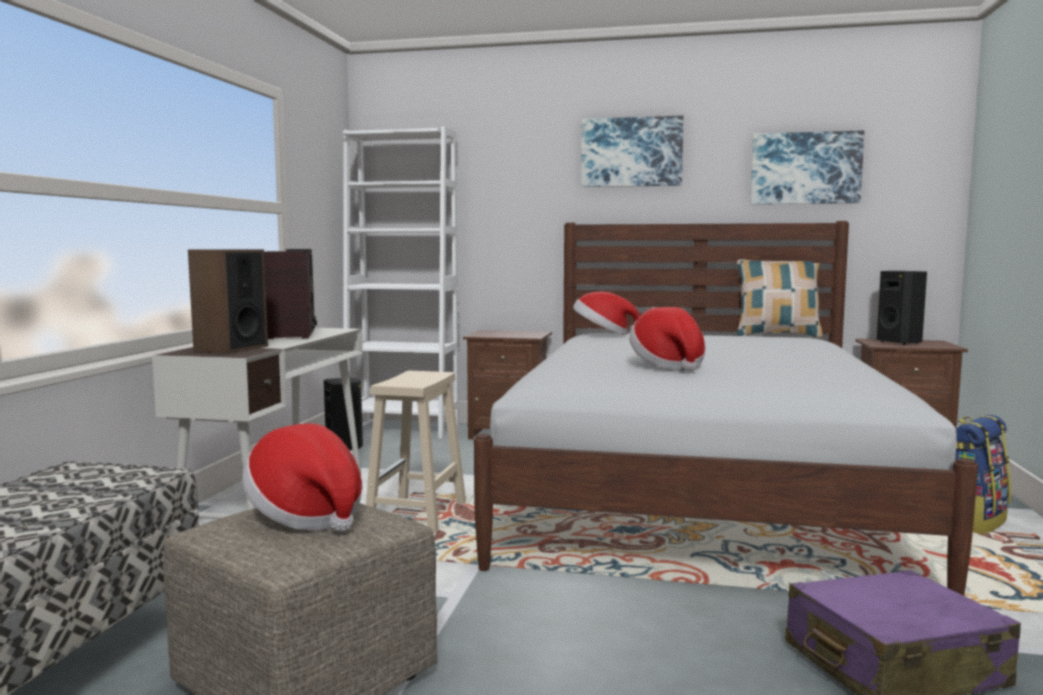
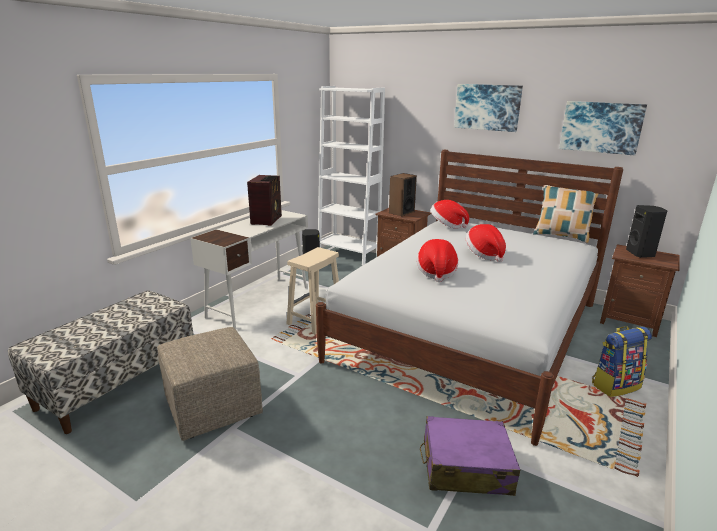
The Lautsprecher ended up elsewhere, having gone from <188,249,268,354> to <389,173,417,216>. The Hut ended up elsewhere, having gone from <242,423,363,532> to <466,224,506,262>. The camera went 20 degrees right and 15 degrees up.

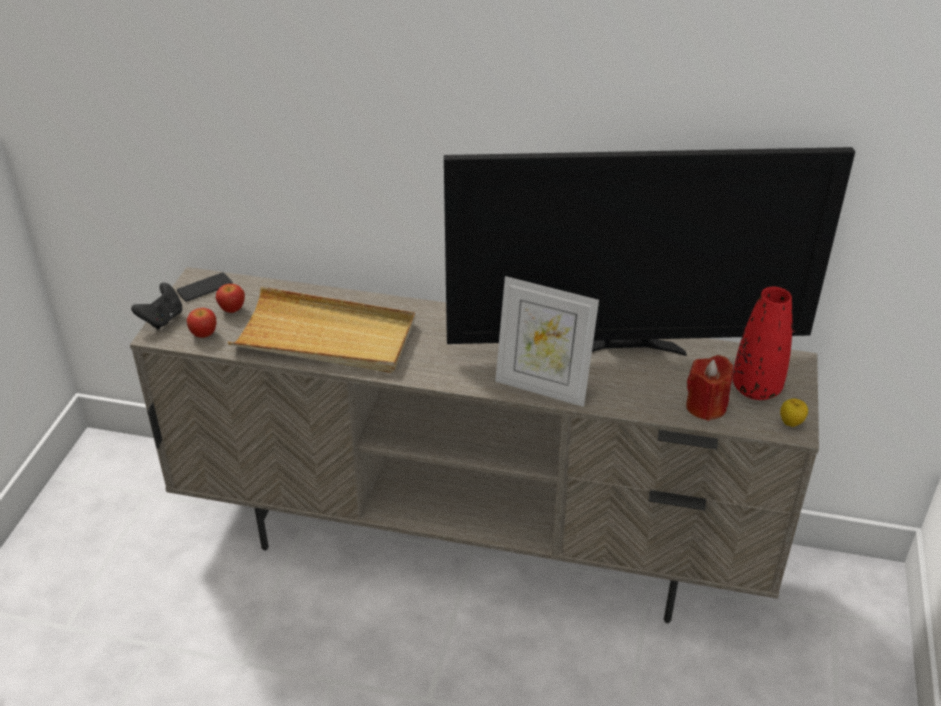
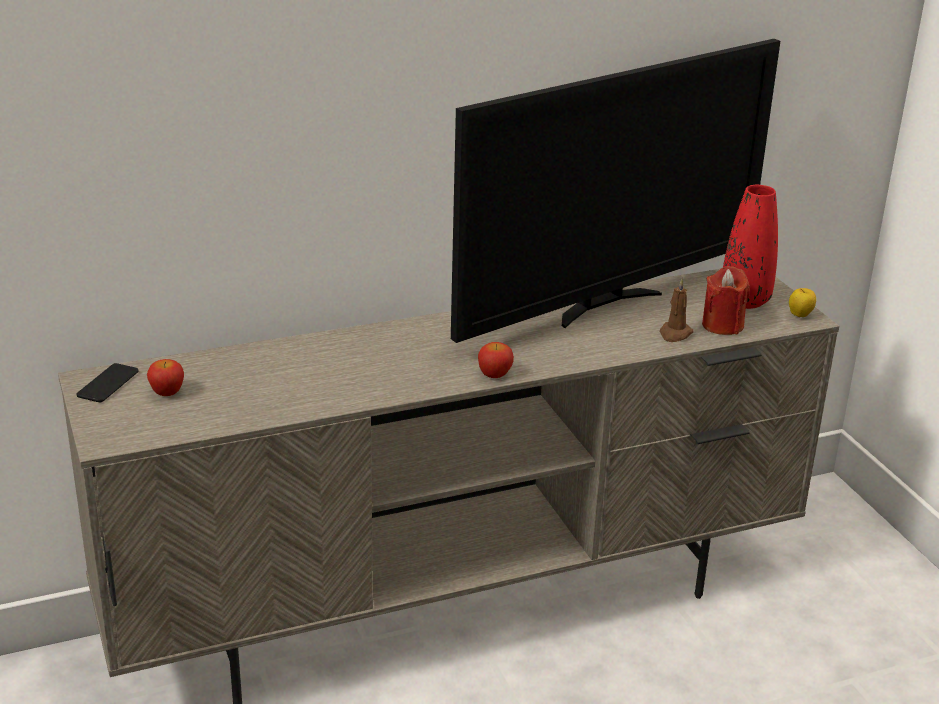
The second view lost the Bilderrahmen at <495,276,599,407>. The second view lost the Gamepad [schwarz] at <131,283,183,329>. The second view lost the Tablett [beige] at <228,287,415,373>. The Apfel ended up elsewhere, having gone from <187,308,217,338> to <478,342,514,378>. The second view gained the Kerze [braun] at <659,278,694,342>. The camera went 35 degrees left and 10 degrees down.

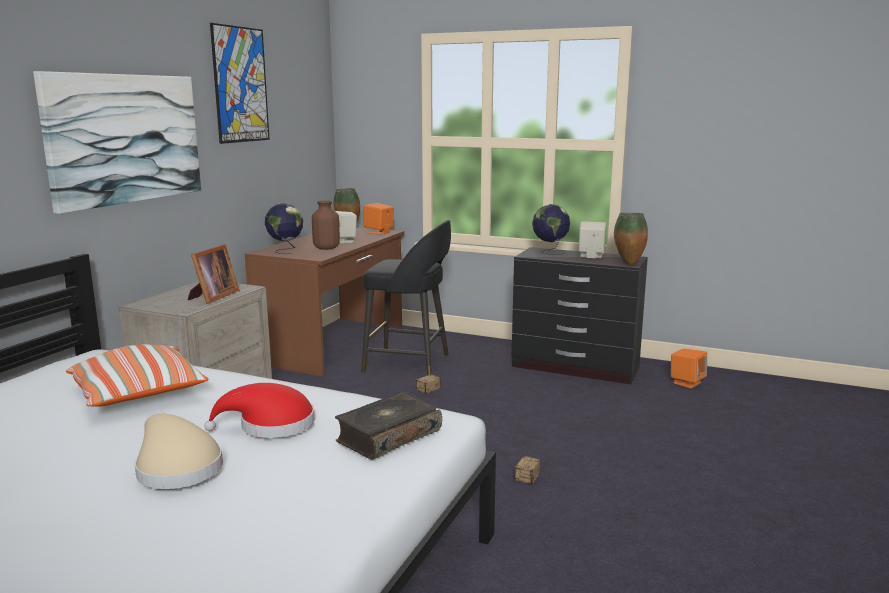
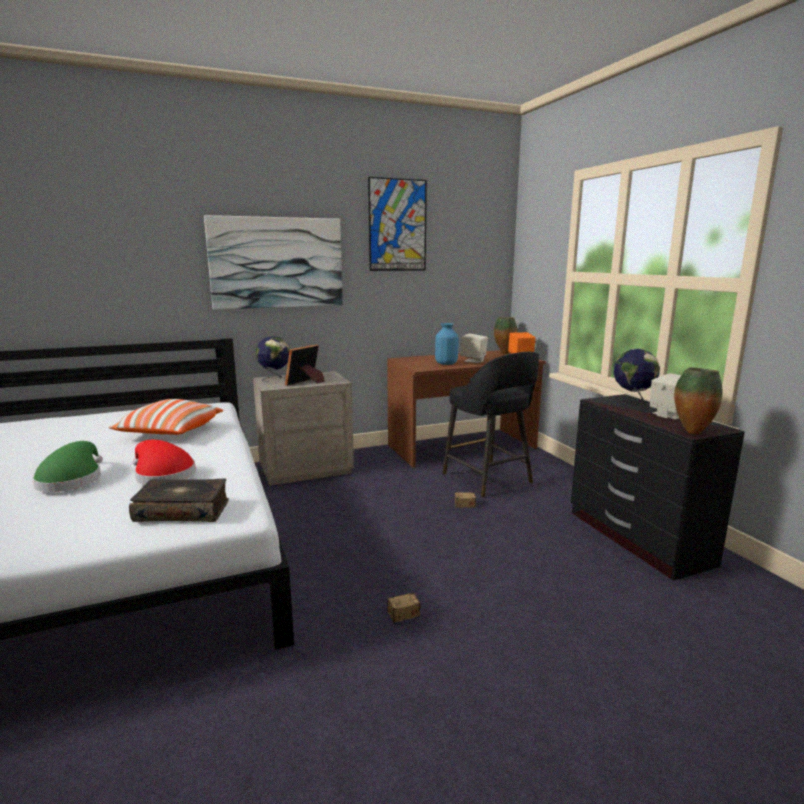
What was the Vase [braun] at <312,201,340,250> turned into the Vase [blau] at <435,323,459,365>. The Globus ended up elsewhere, having gone from <265,203,303,254> to <256,336,290,382>. The Bilderrahmen at <188,244,240,303> ended up facing another way, 150 degrees clockwise from before. The second view lost the Lautsprecher [orange] at <671,348,707,389>. What was the Hut [beige] at <135,414,223,489> turned into the Hut [grün] at <32,441,103,492>. The camera went 45 degrees right and 0 degrees up.

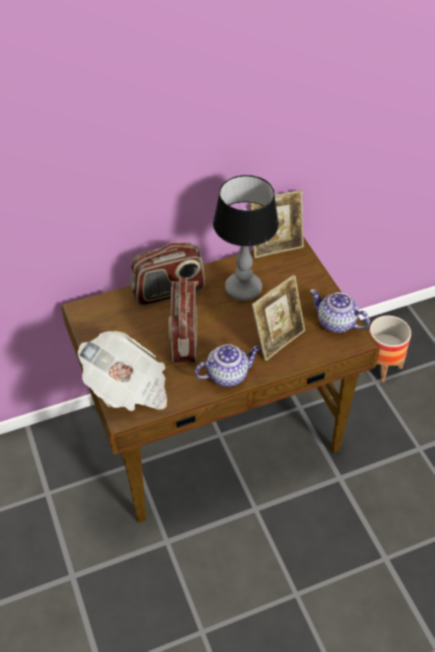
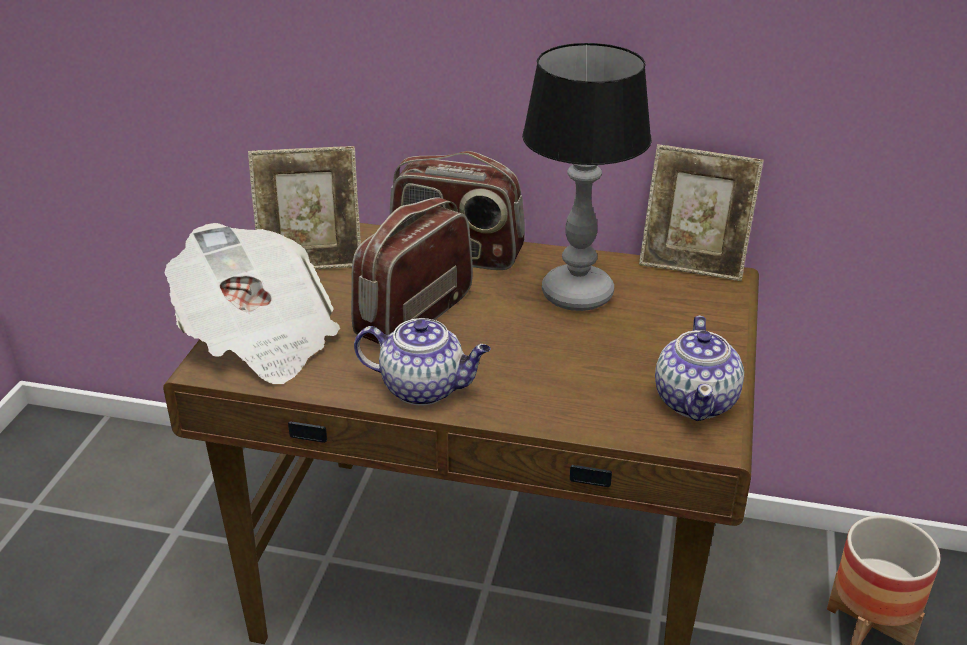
The Bilderrahmen ended up elsewhere, having gone from <251,275,305,361> to <248,146,361,270>. The Teekanne at <310,289,370,333> ended up facing another way, 150 degrees counterclockwise from before. The camera went 35 degrees right and 15 degrees down.

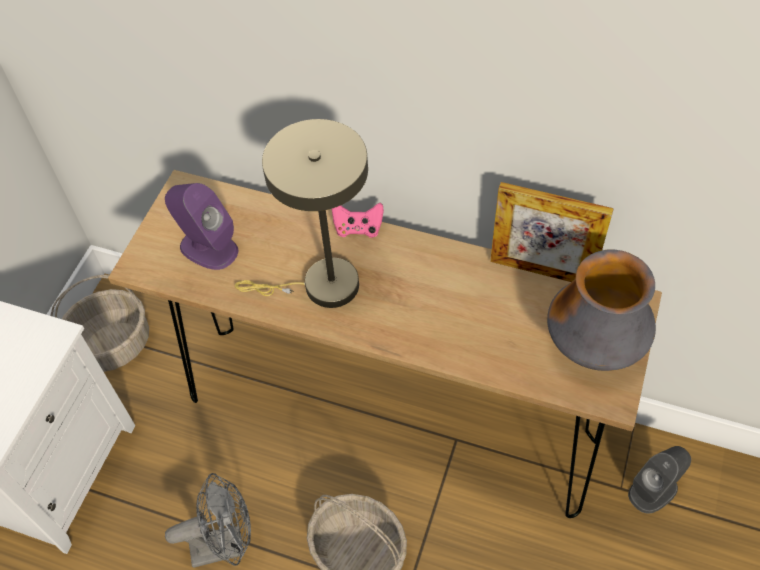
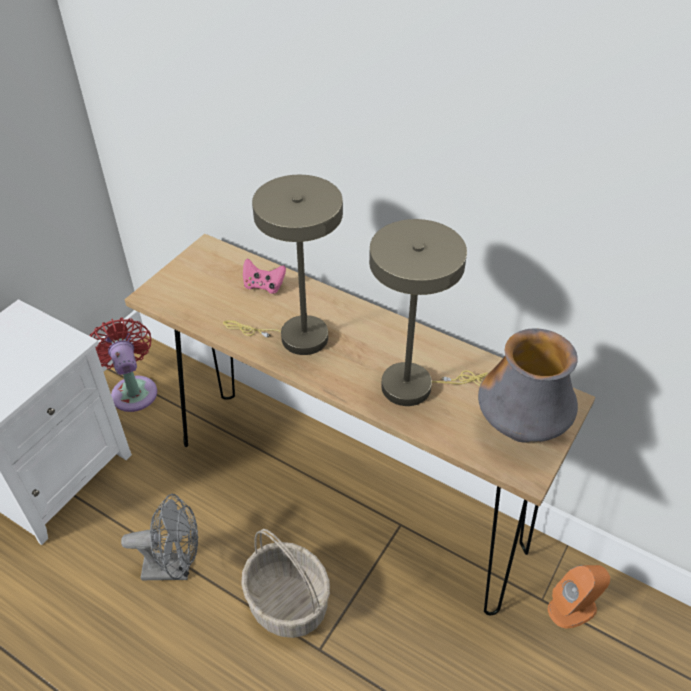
The second view lost the Bilderrahmen at <490,182,614,282>. The second view lost the Lautsprecher [lila] at <165,183,239,270>. The Gamepad [rosa] ended up elsewhere, having gone from <332,203,384,238> to <243,259,286,294>. Where the Korb stood at <51,275,149,372>, the Ventilator [rot] came to stand at <89,318,157,412>. What was the Lautsprecher [grau] at <628,446,691,514> turned into the Lautsprecher [orange] at <548,565,610,629>. The second view gained the Tischlampe [beige] at <369,219,489,406>. The camera went 10 degrees right and 10 degrees down.

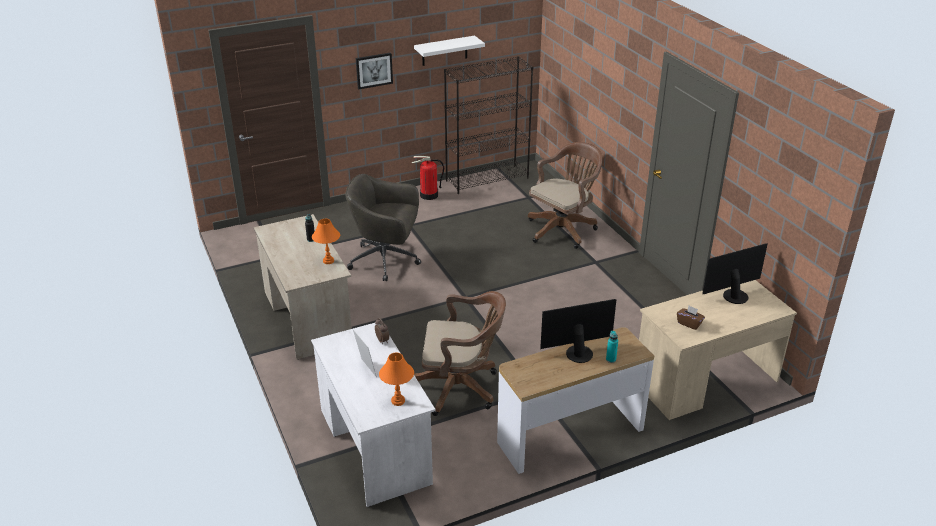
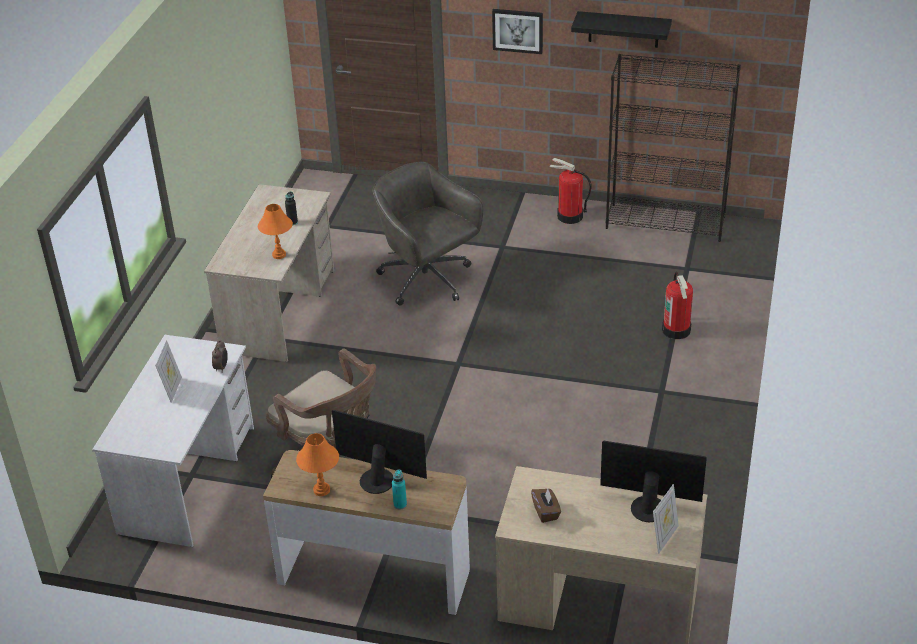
What was the Wandregal [weiß] at <414,36,485,66> turned into the Wandregal [schwarz] at <571,11,672,48>. Where the Bürostuhl [braun] stood at <528,142,602,249>, the Feuerlöscher came to stand at <662,272,693,339>. The Tischlampe [orange] ended up elsewhere, having gone from <379,353,414,406> to <296,433,339,496>. The second view gained the Bilderrahmen at <653,484,679,554>. The camera went 40 degrees right and 5 degrees up.

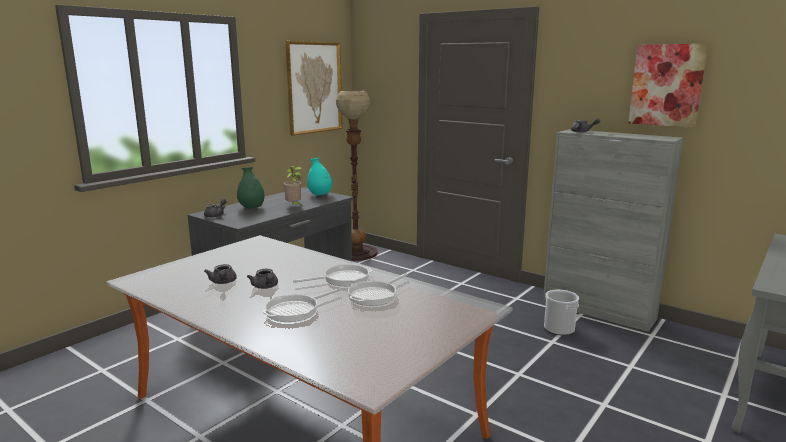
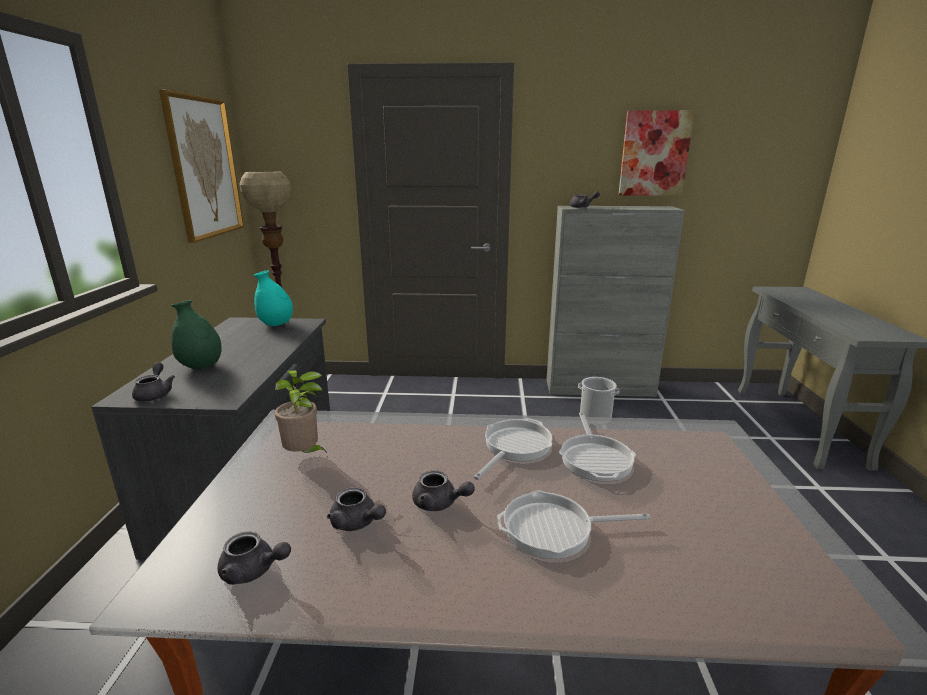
The Topfpflanze ended up elsewhere, having gone from <283,166,302,206> to <275,370,328,454>. The Pfanne at <263,288,341,322> ended up facing another way, 75 degrees clockwise from before. The second view gained the Teekanne [grau] at <218,531,291,585>. The camera went 35 degrees left and 5 degrees up.

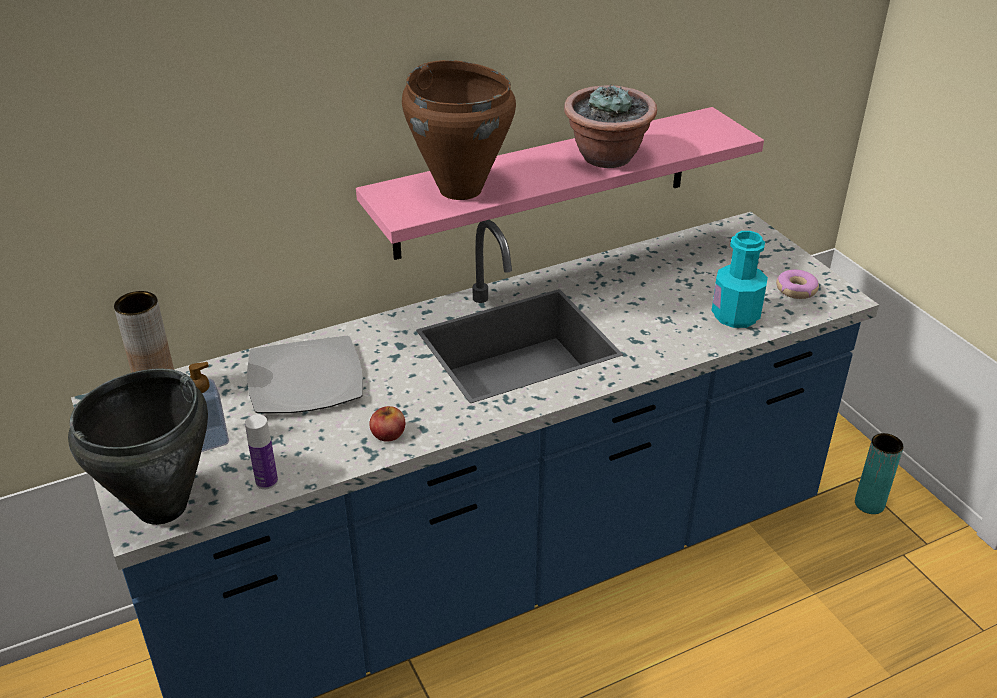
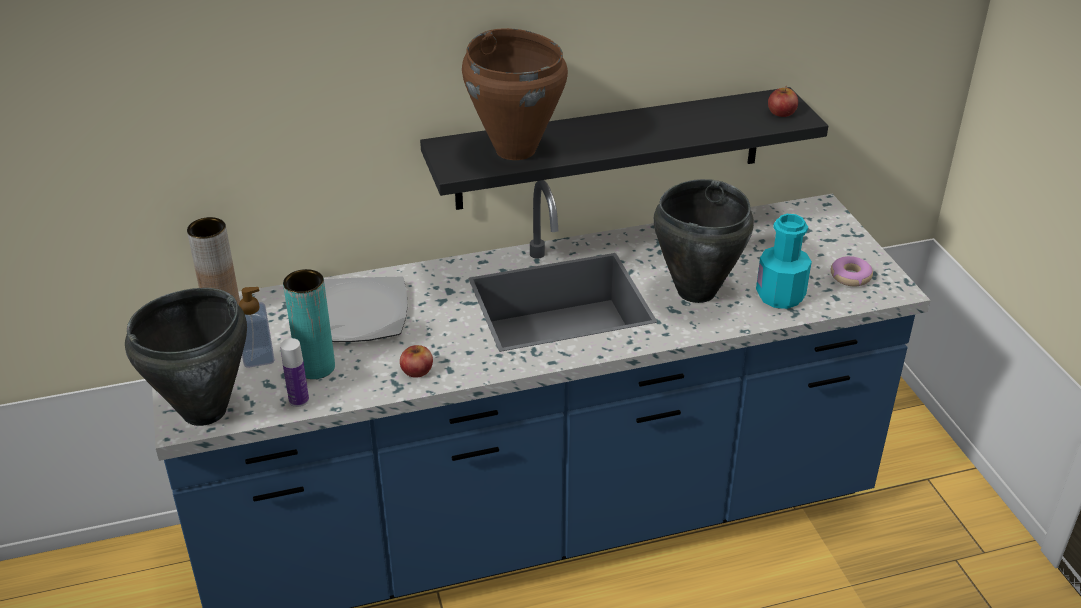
The second view lost the Topfpflanze at <564,85,657,168>. What was the Wandregal [rosa] at <356,107,764,260> turned into the Wandregal [schwarz] at <420,87,828,210>. The Vase [türkis] ended up elsewhere, having gone from <855,433,904,514> to <283,269,335,379>. The second view gained the Apfel at <768,87,798,117>. The second view gained the Kochtopf [schwarz] at <653,179,754,303>. The camera went 10 degrees right and 0 degrees up.

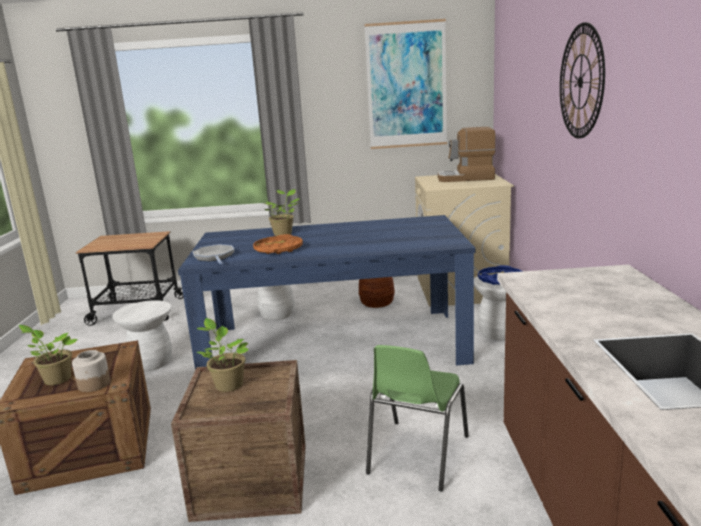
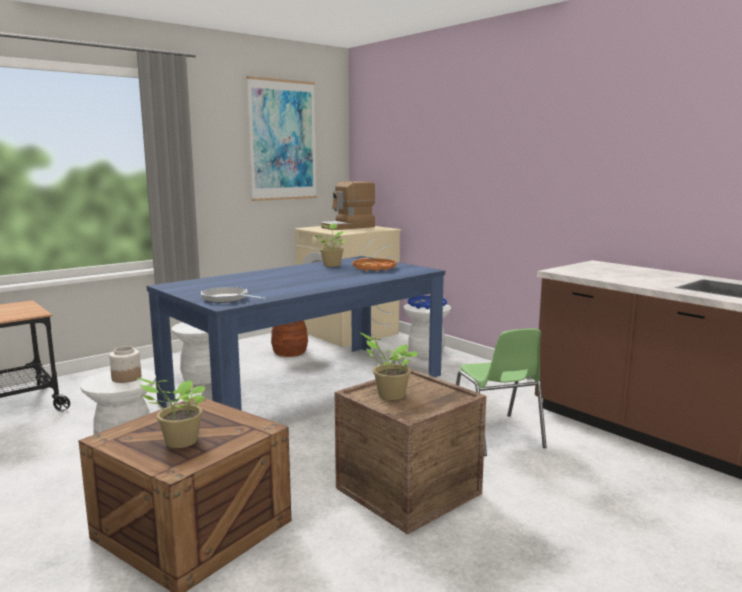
The second view lost the Wanduhr at <560,22,605,139>. The Topfpflanze ended up elsewhere, having gone from <263,189,300,236> to <314,223,346,267>. The Tablett [orange] ended up elsewhere, having gone from <253,234,303,254> to <352,258,397,271>. The Vorratsglas ended up elsewhere, having gone from <72,350,110,392> to <109,346,141,383>. The camera went 40 degrees left and 5 degrees down.

